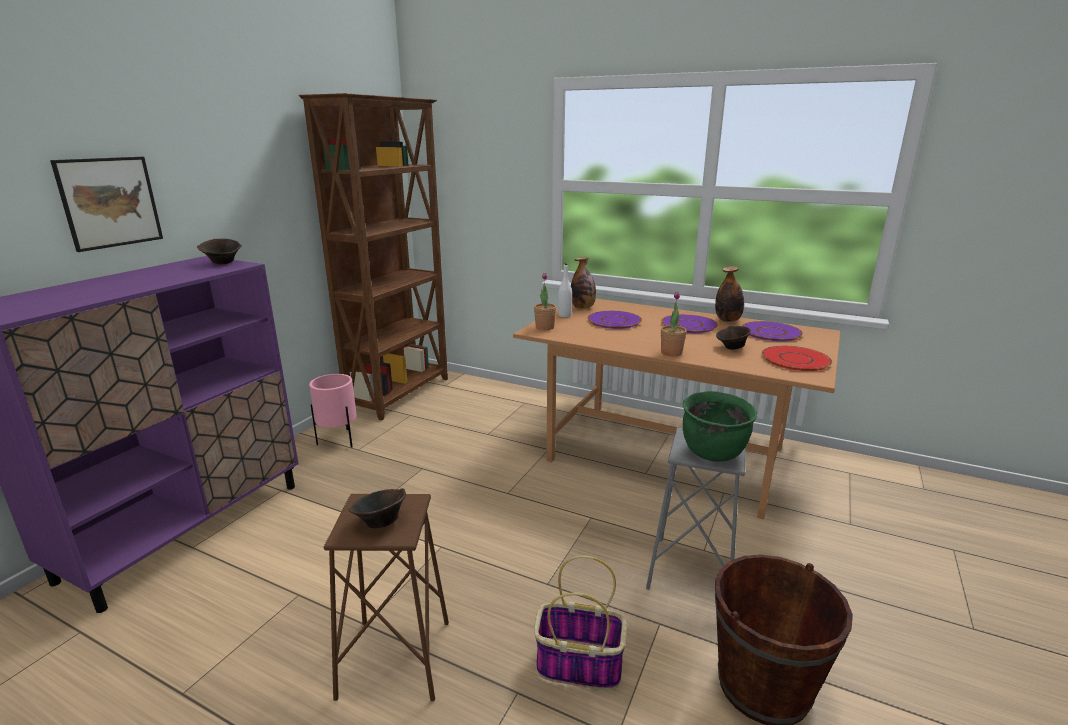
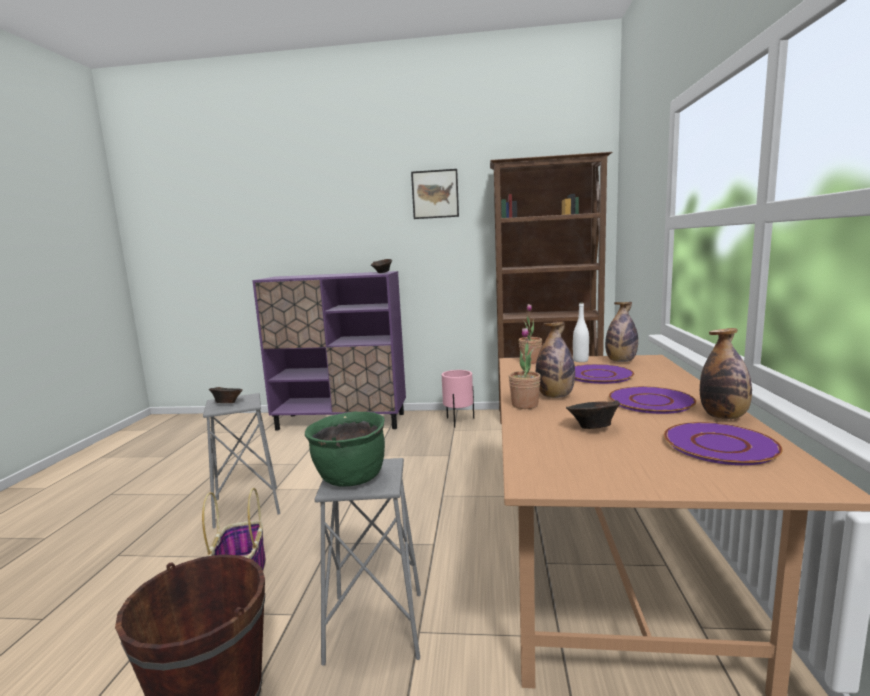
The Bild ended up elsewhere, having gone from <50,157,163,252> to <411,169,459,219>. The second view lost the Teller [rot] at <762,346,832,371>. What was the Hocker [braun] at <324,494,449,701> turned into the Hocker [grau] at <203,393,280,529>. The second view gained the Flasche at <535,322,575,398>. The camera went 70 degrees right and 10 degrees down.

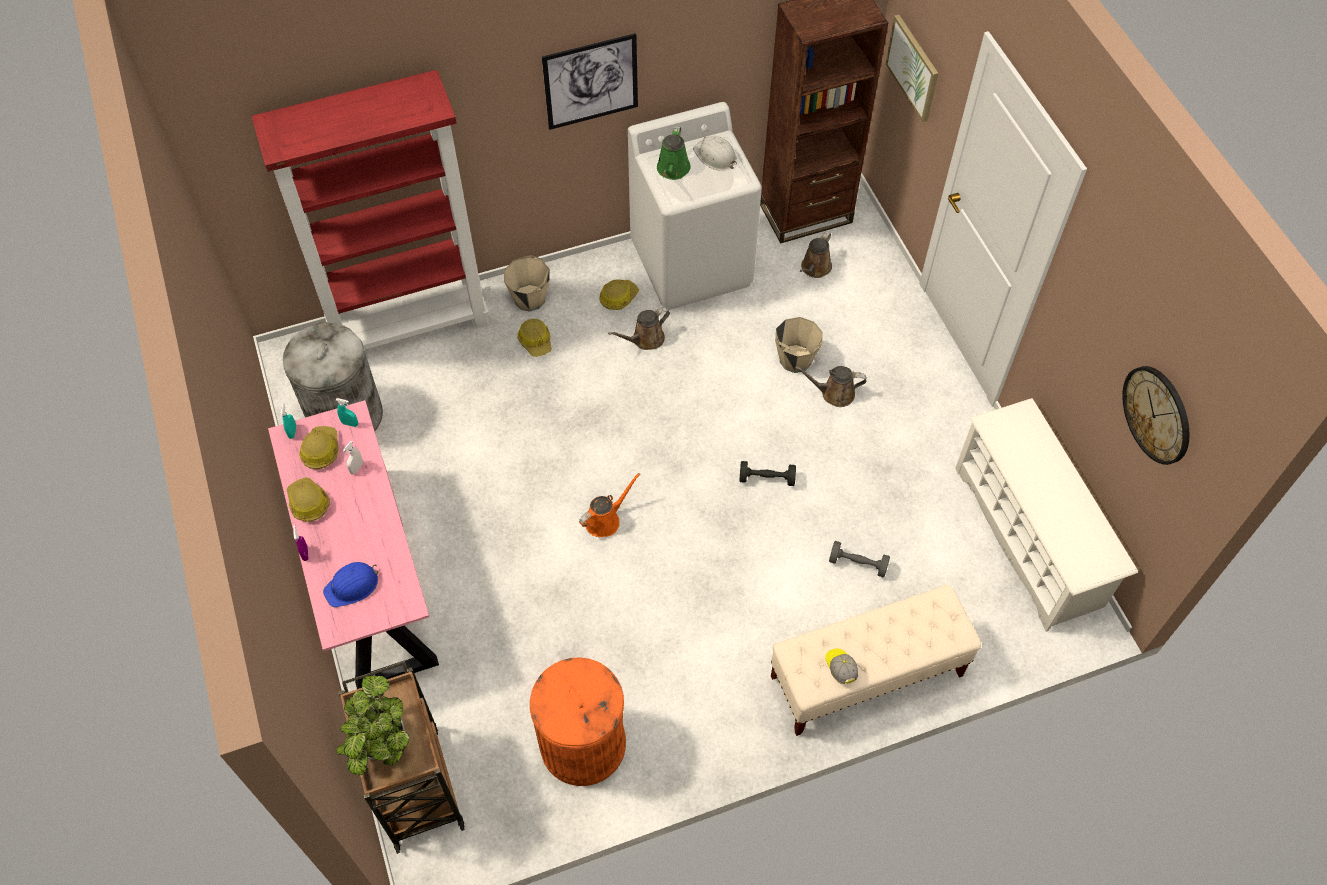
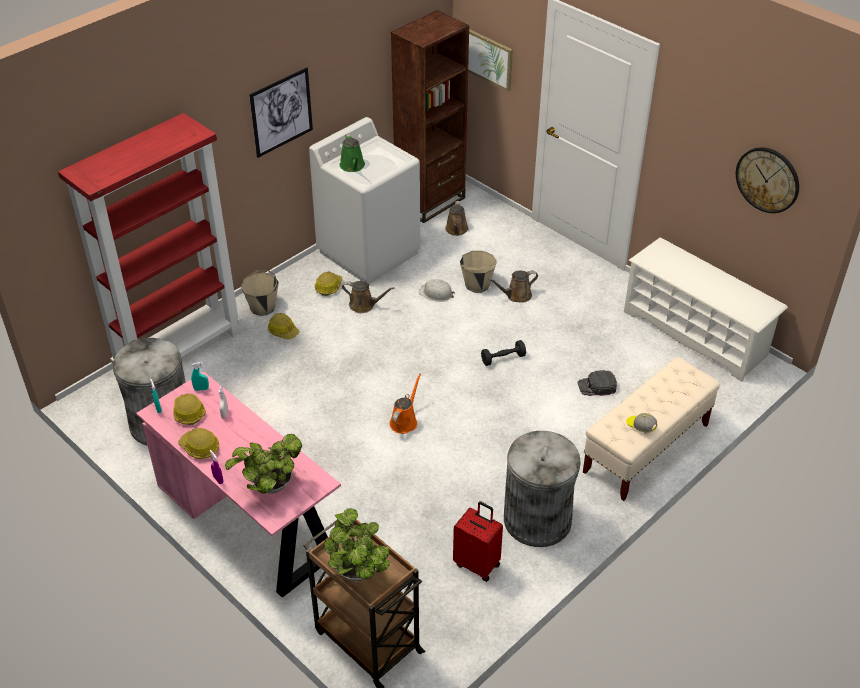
The Schutzhelm [weiß] ended up elsewhere, having gone from <693,136,737,170> to <419,279,455,302>. The Gießkanne [braun] at <608,307,670,350> ended up facing another way, 105 degrees counterclockwise from before. Where the Hantel [grau] stood at <829,541,890,578>, the Kappe [schwarz] came to stand at <578,370,617,396>. Where the Schutzhelm [blau] stood at <323,562,378,607>, the Topfpflanze came to stand at <225,434,302,494>. Where the Mülleimer [orange] stood at <530,657,626,786>, the Koffer [rot] came to stand at <453,501,503,582>. The second view gained the Mülleimer [grau] at <504,431,581,547>. The camera went 25 degrees left and 15 degrees down.

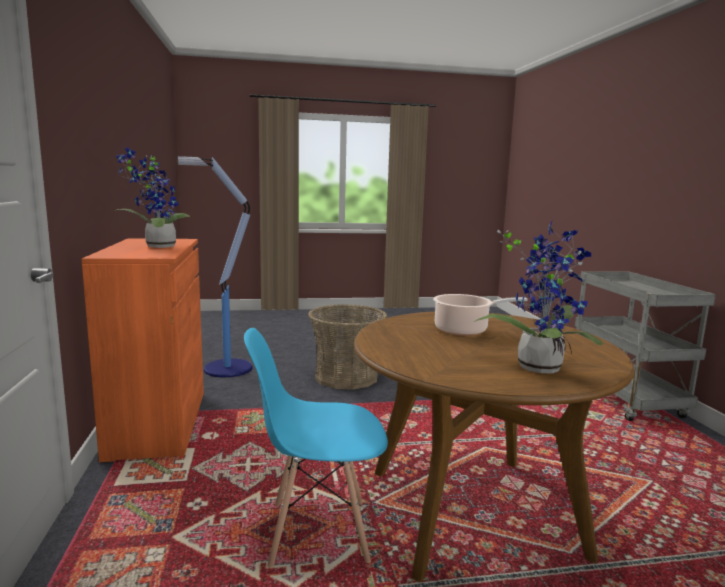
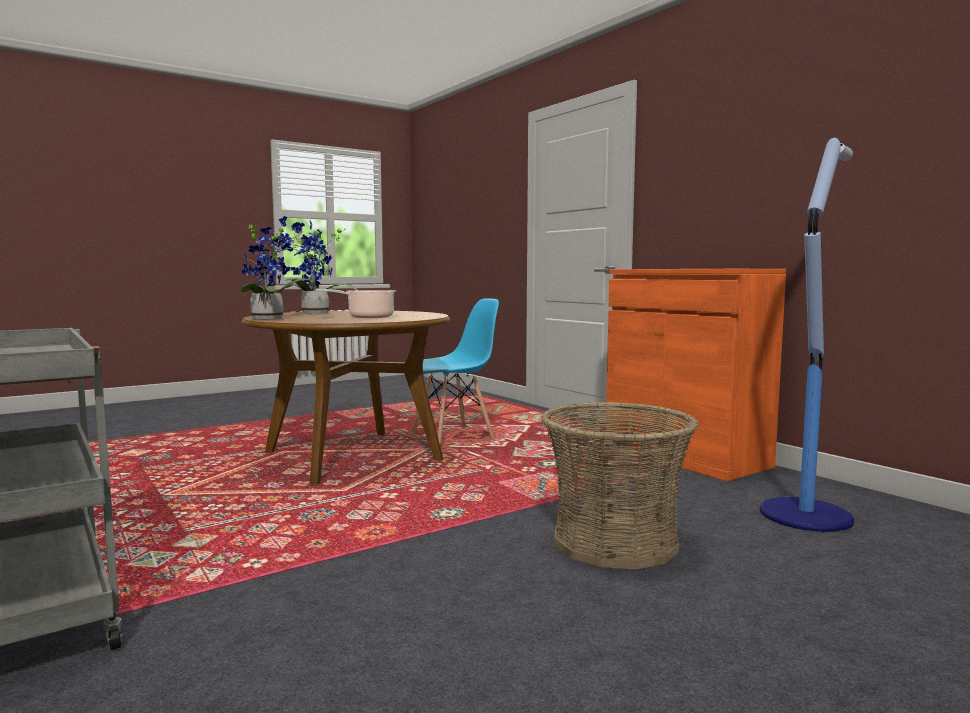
The Topfpflanze ended up elsewhere, having gone from <114,147,190,248> to <241,216,314,319>. The camera went 155 degrees right and 5 degrees down.

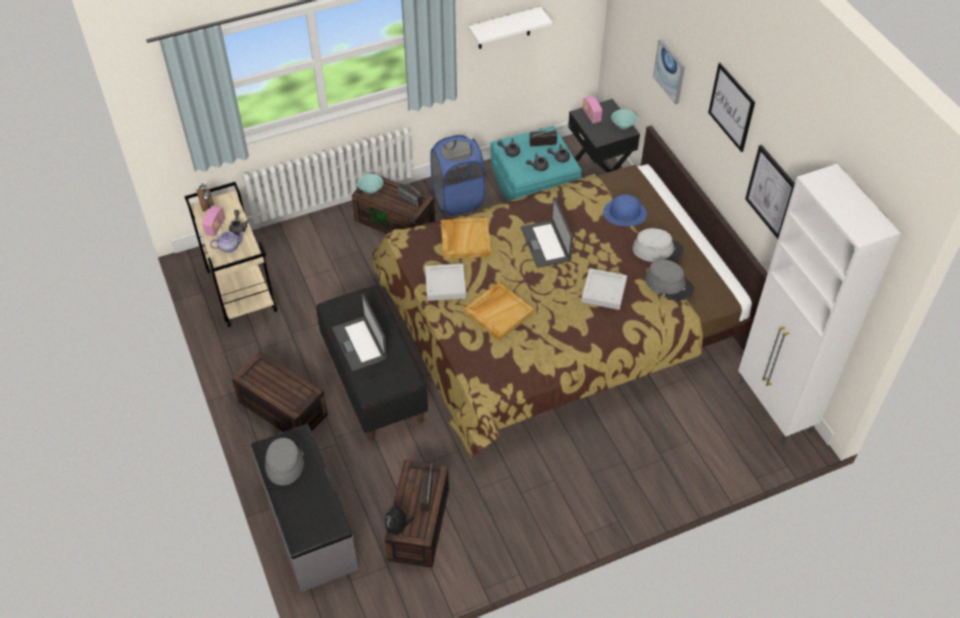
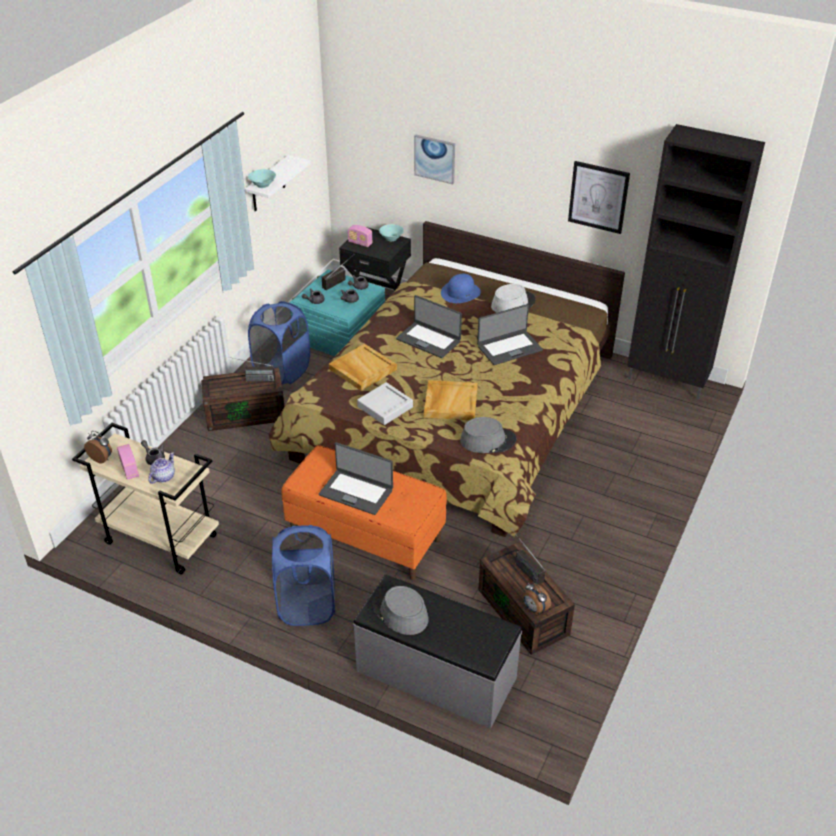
The second view lost the Bild at <708,63,755,152>. What was the Schrank [weiß] at <738,164,901,444> turned into the Schrank [schwarz] at <627,124,765,400>. The Schüssel [türkis] ended up elsewhere, having gone from <357,174,383,194> to <248,169,276,188>. The Hut [grau] ended up elsewhere, having gone from <645,259,694,301> to <460,417,516,453>. Where the Tablett [grau] stood at <581,268,627,310>, the Laptop came to stand at <477,304,543,365>. What was the Bank [schwarz] at <317,286,428,441> turned into the Bank [orange] at <281,445,447,580>. Where the Aufbewahrungsbox [braun] stood at <231,351,328,432>, the Wäschekorb [blau] came to stand at <272,525,335,626>. Where the Plüschtier stood at <384,503,414,537>, the Wecker came to stand at <523,583,551,614>. The camera went 40 degrees left and 10 degrees down.

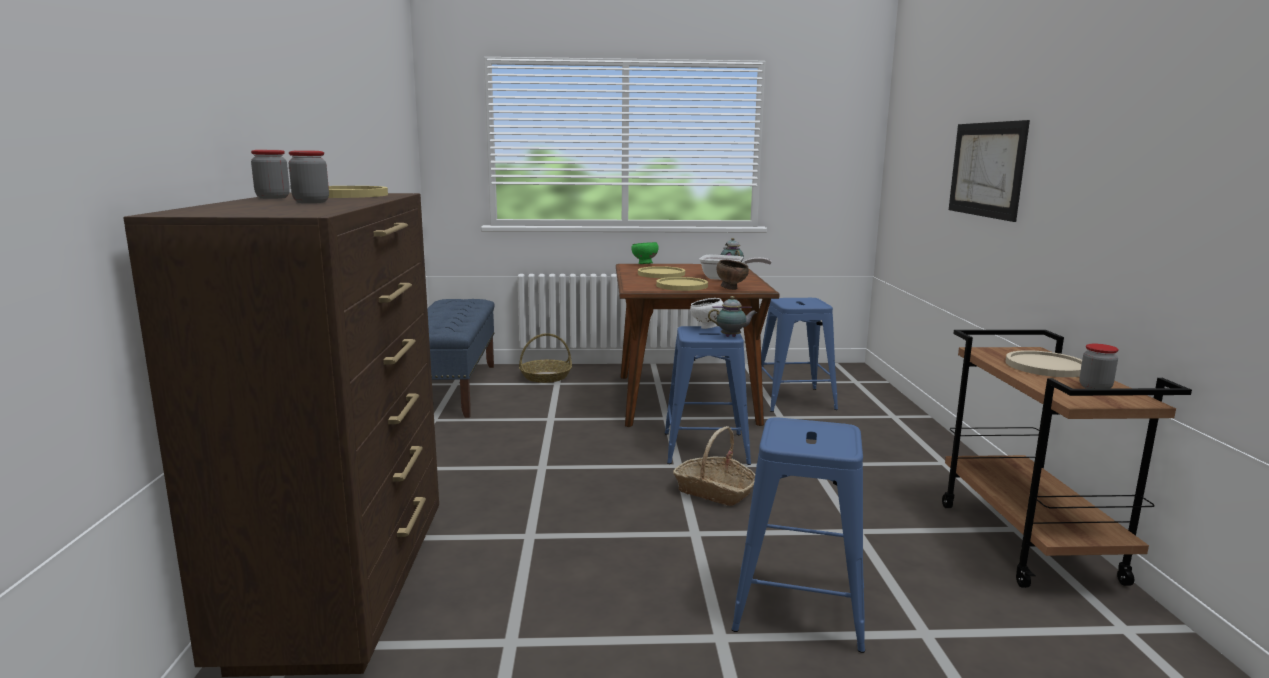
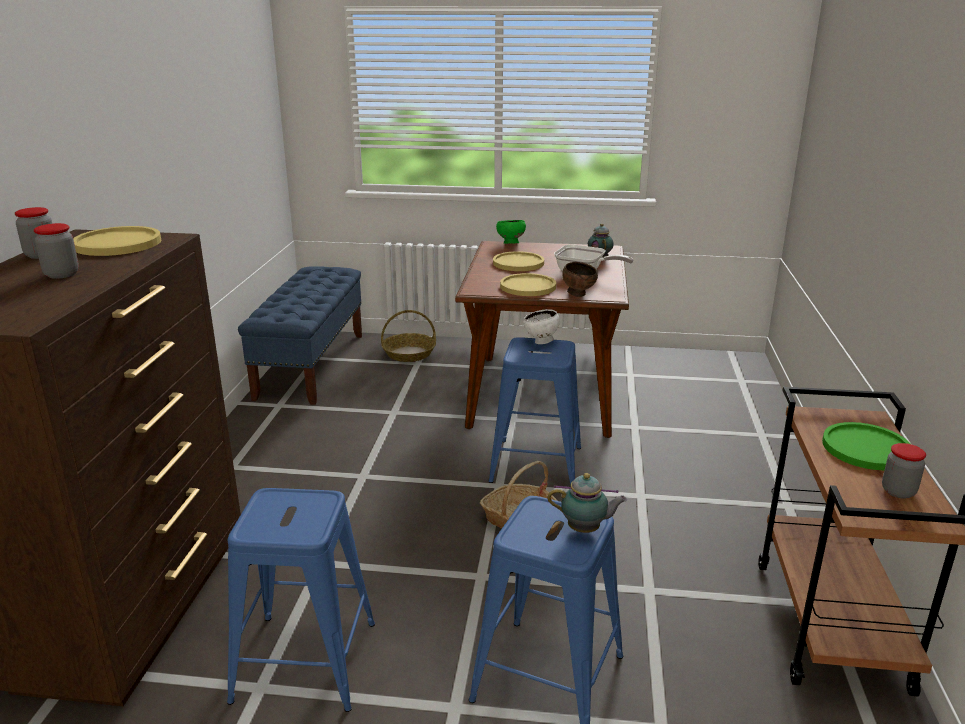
The second view lost the Bild at <949,120,1030,222>. The Teekanne ended up elsewhere, having gone from <708,296,757,337> to <548,473,627,533>. The Hocker [blau] ended up elsewhere, having gone from <761,298,838,412> to <227,488,375,712>. What was the Teller [beige] at <1005,350,1082,377> turned into the Teller [grün] at <822,422,910,470>. The camera went 10 degrees right and 10 degrees up.

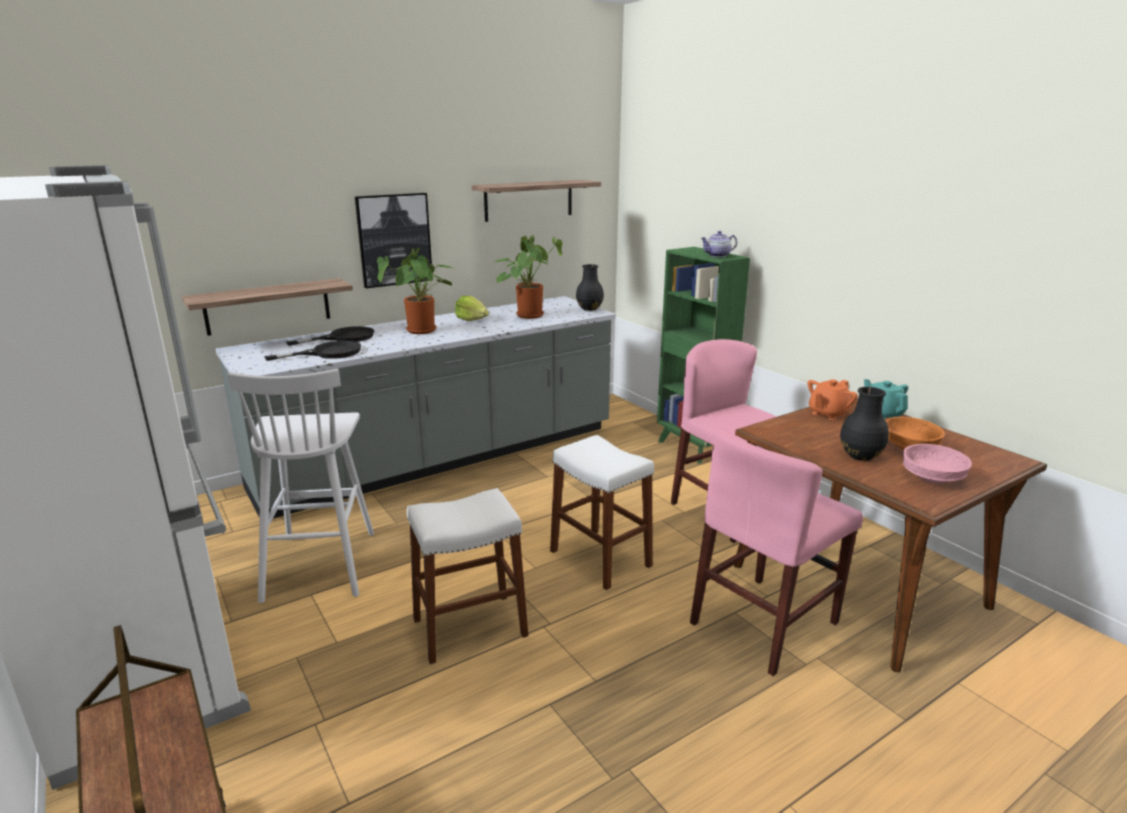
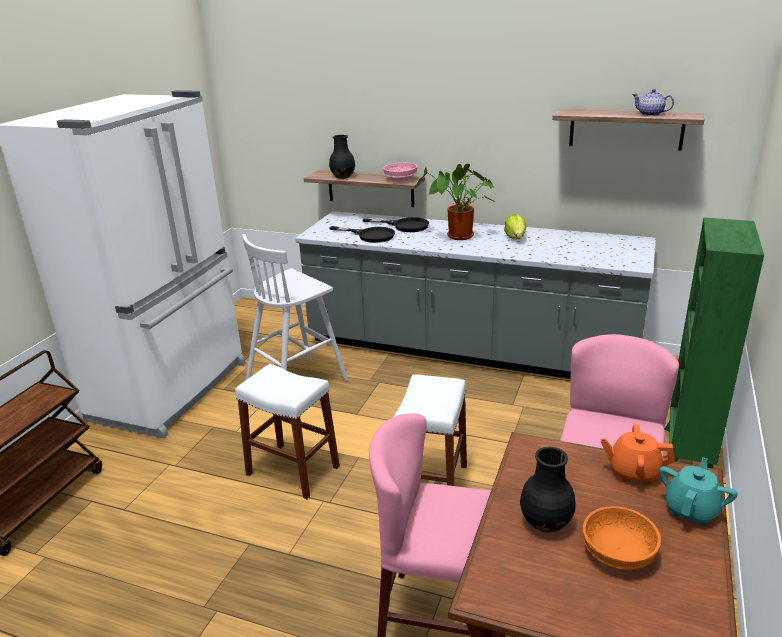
The second view lost the Bild at <355,193,432,288>. The Teekanne ended up elsewhere, having gone from <701,231,737,257> to <632,89,674,116>. The second view lost the Topfpflanze at <495,235,563,319>. The Vase [schwarz] ended up elsewhere, having gone from <576,264,604,311> to <329,135,355,179>. The Schüssel [rosa] ended up elsewhere, having gone from <903,444,972,484> to <383,162,418,181>. The camera went 55 degrees right and 5 degrees up.

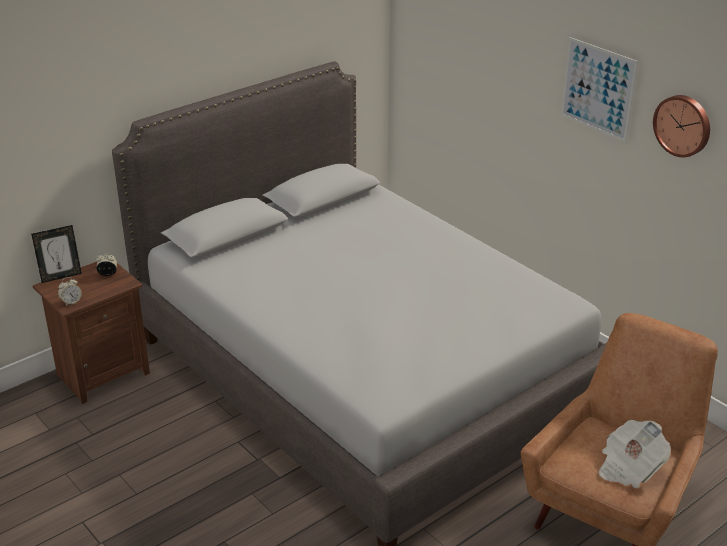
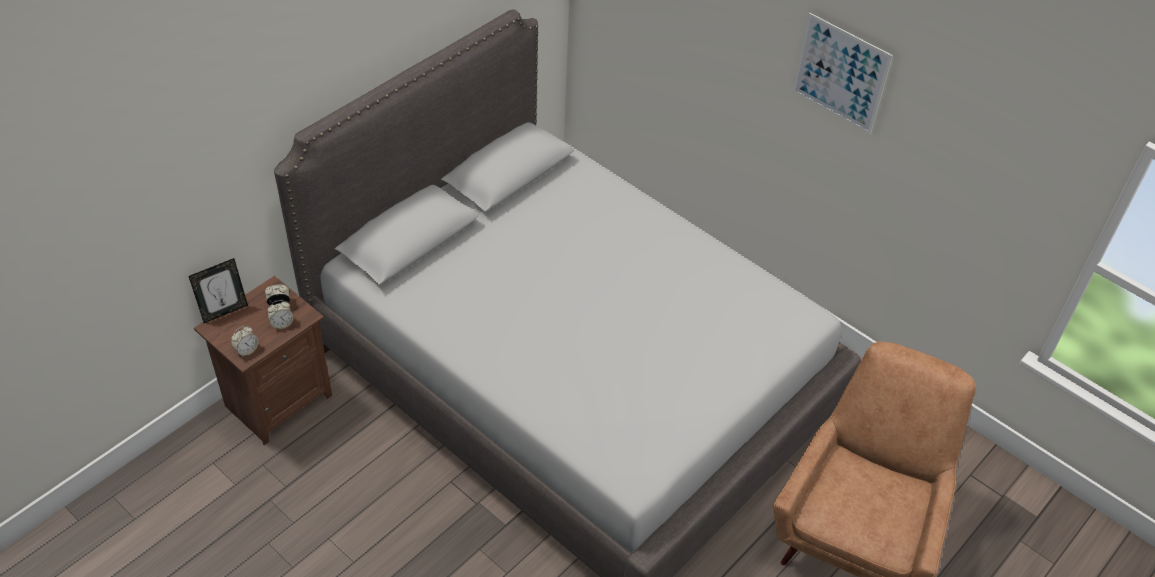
The second view lost the Wanduhr at <653,95,710,157>. The second view lost the Zeitung at <599,420,671,488>. The second view gained the Wecker at <267,300,294,329>. The camera went 10 degrees left and 15 degrees up.

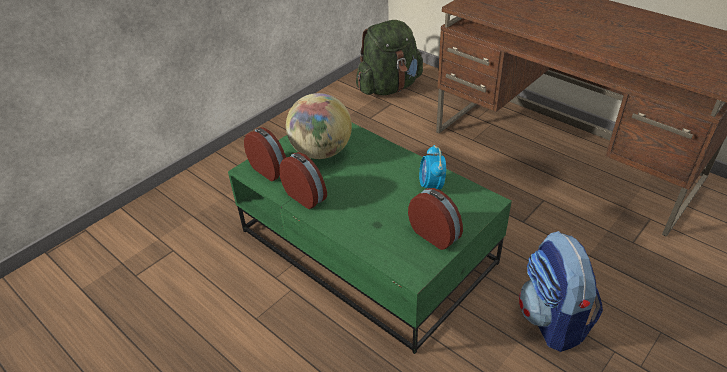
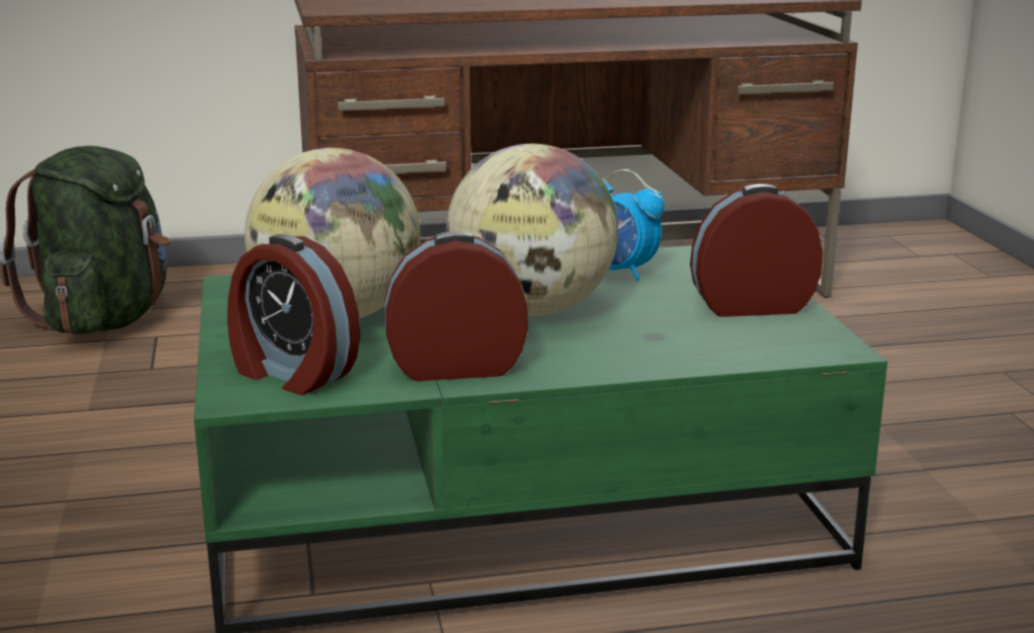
The Wecker at <244,127,286,181> ended up facing another way, 135 degrees counterclockwise from before. The second view lost the Rucksack at <519,231,603,352>. The second view gained the Globus at <446,144,618,316>. The camera went 55 degrees left and 20 degrees down.

